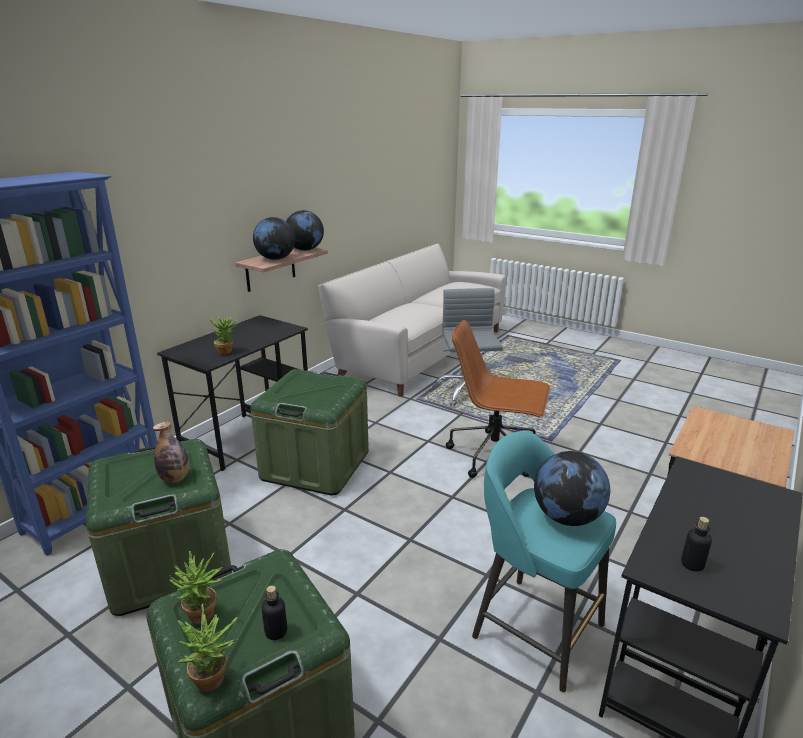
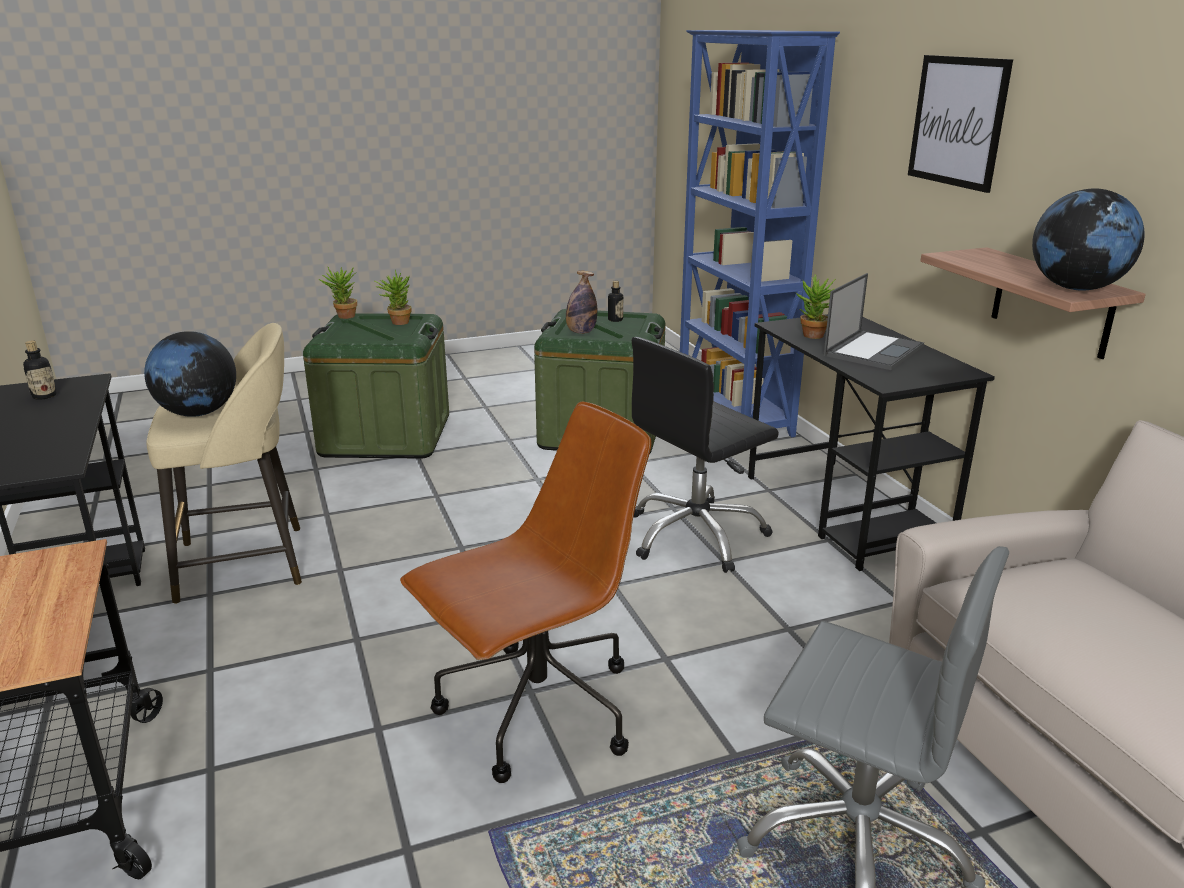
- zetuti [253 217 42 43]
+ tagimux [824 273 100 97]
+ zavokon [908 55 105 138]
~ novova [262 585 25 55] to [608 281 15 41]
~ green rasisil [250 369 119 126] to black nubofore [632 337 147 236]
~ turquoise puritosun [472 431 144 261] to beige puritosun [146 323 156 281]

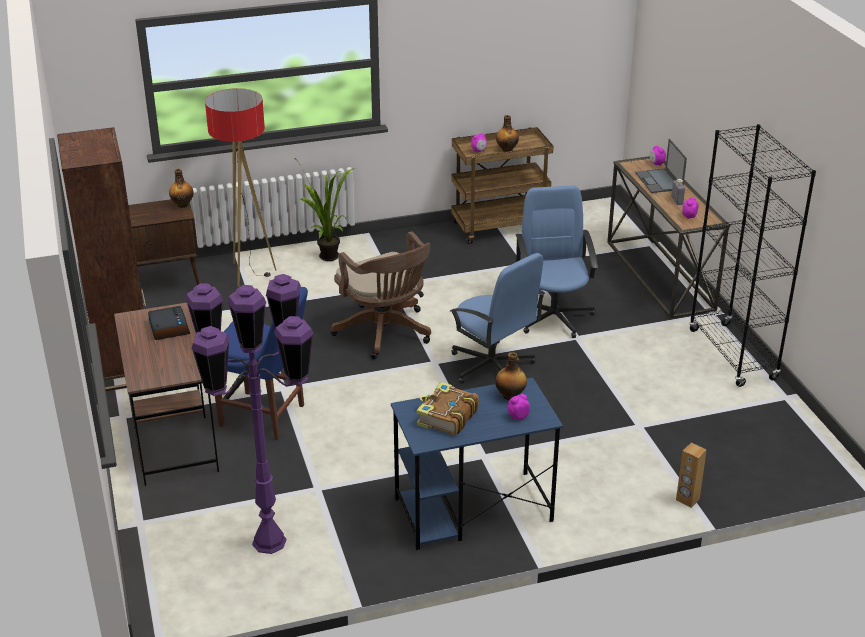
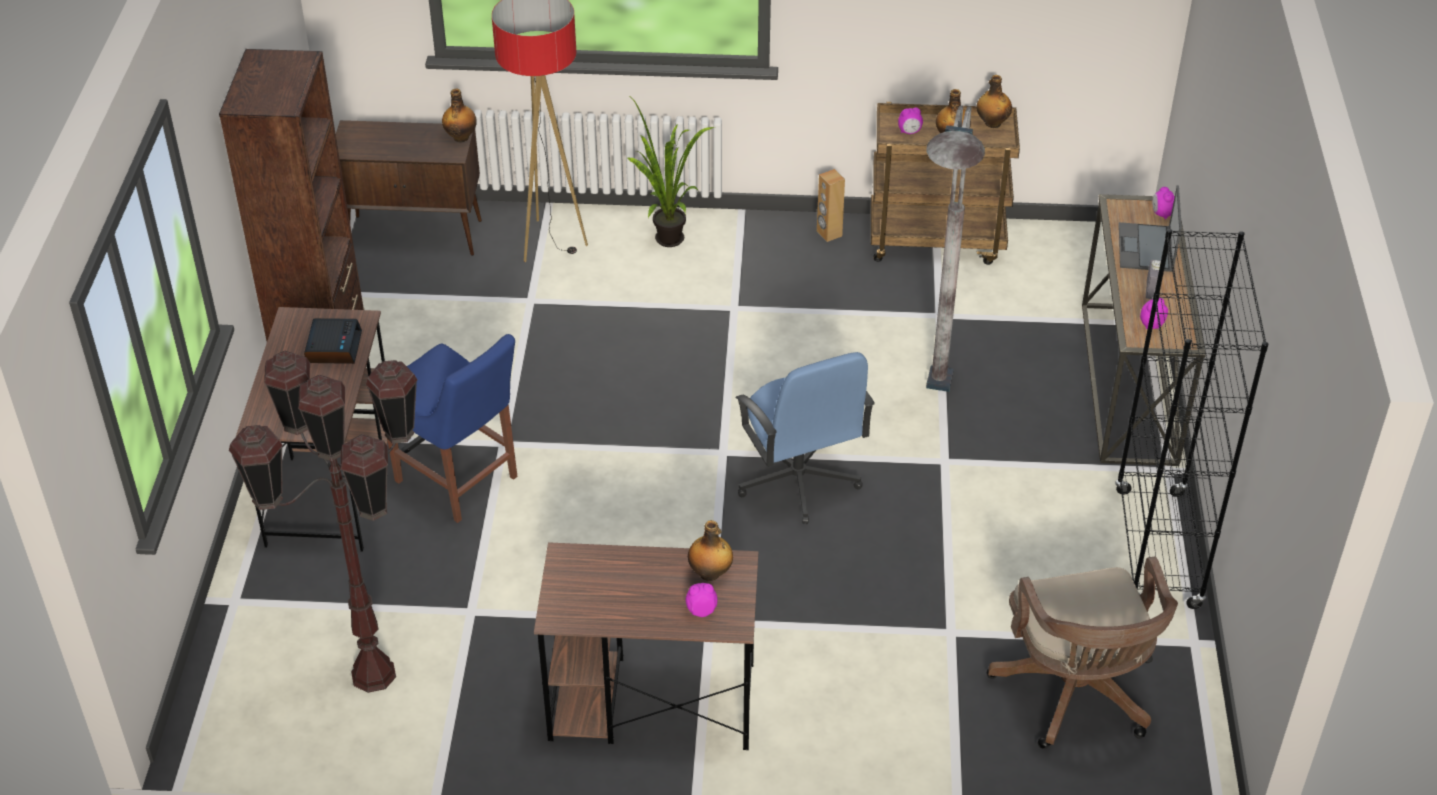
- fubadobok [417 382 62 54]
+ novova [976 75 36 53]
~ brown nubofore [331 231 100 128] to [987 556 191 193]
~ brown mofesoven [676 442 31 66] to [817 169 28 73]
~ blue nubofore [516 185 82 153] to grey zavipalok [926 105 59 287]
~ purple zavipalok [185 274 129 280] to brown zavipalok [229 351 188 342]
~ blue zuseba [391 377 172 173] to brown zuseba [534 542 225 208]

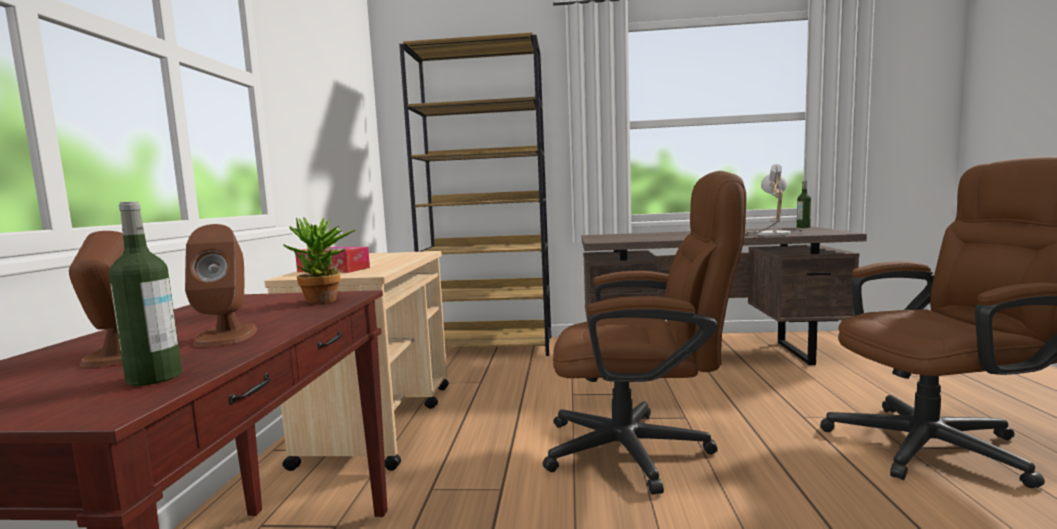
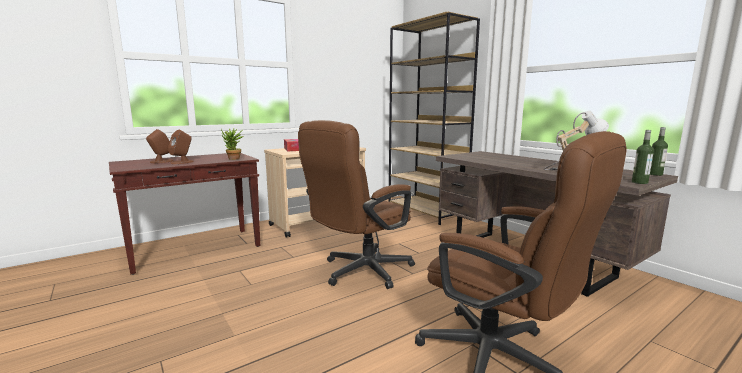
~ novova [109 202 73 184] to [632 130 22 54]
~ brown nubofore [543 171 203 324] = [298 120 117 169] 75 degrees clockwise

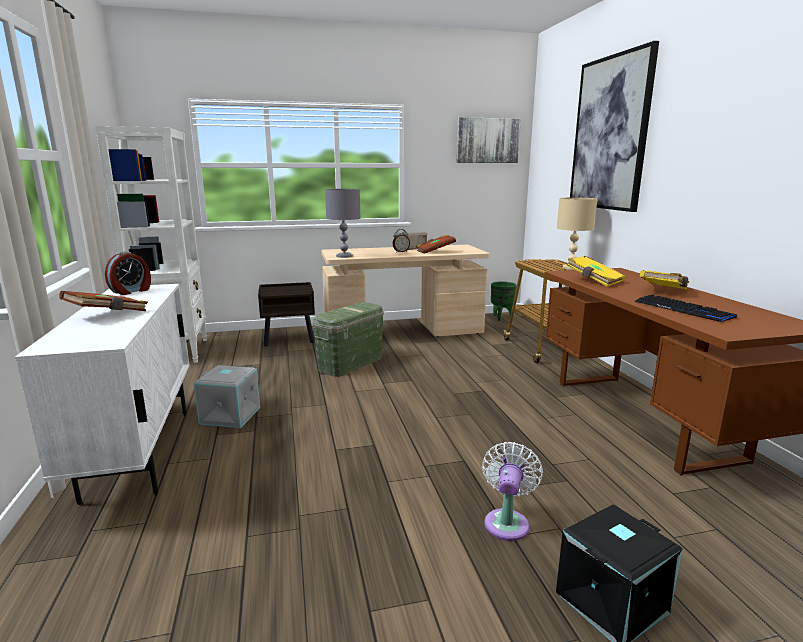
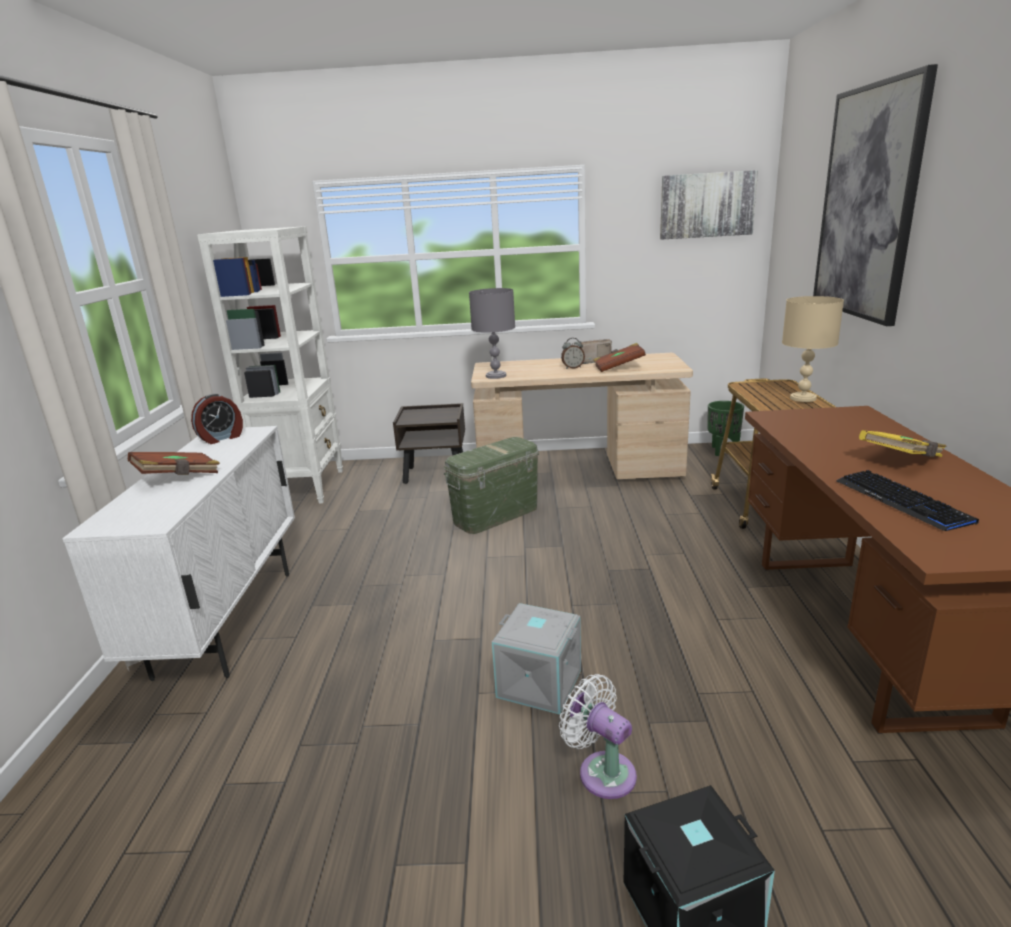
- yellow fubadobok [566 256 59 31]
~ grey rasisil [194 365 66 63] to [492 603 89 112]
~ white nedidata [482 442 61 99] = [559 674 78 125] 75 degrees counterclockwise

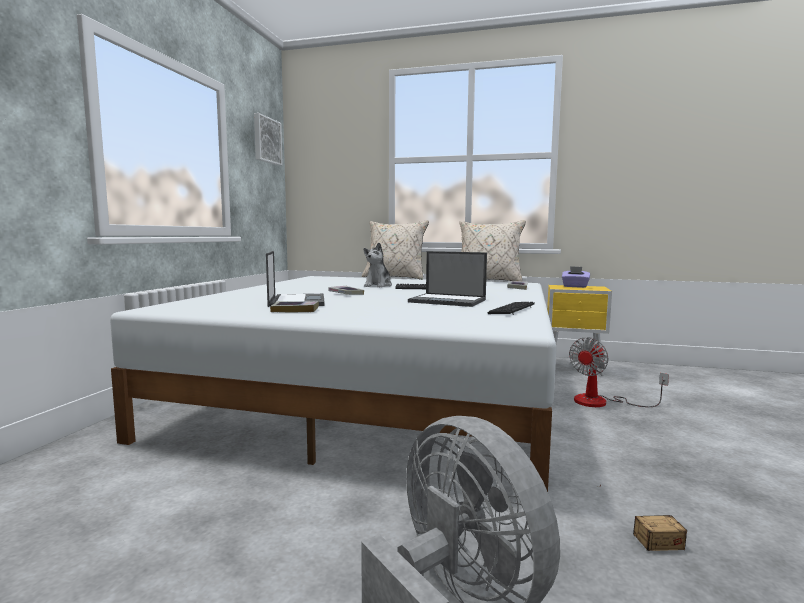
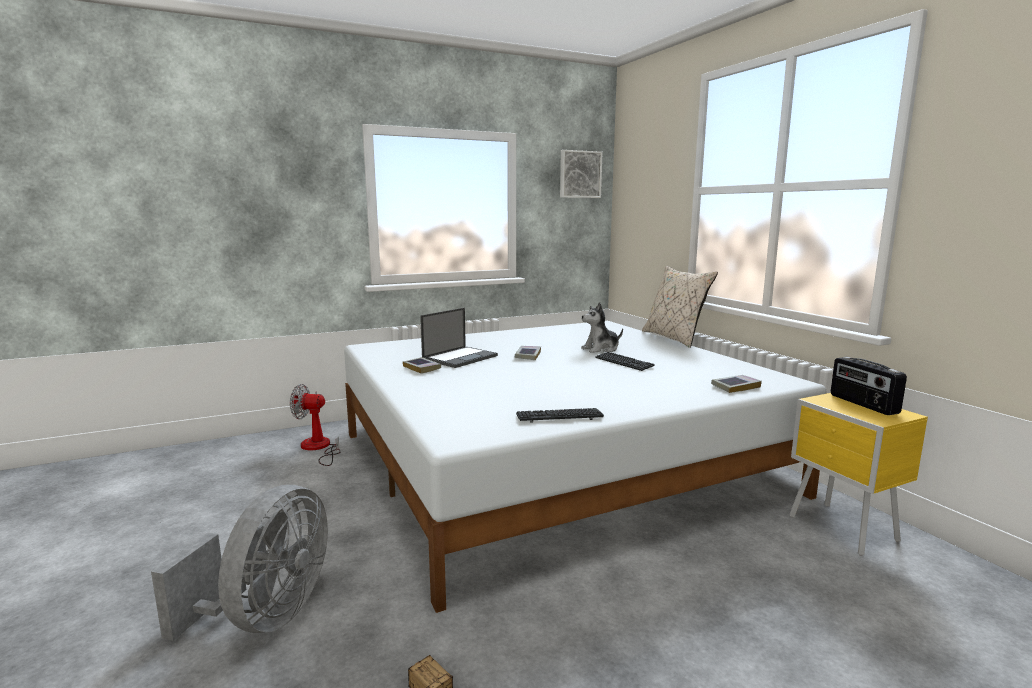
- tagimux [408 251 79 56]
- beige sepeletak [459 220 67 61]
~ nedidata [569 337 100 70] to [290 384 51 82]
~ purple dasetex [562 266 28 22] to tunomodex [831 357 76 58]

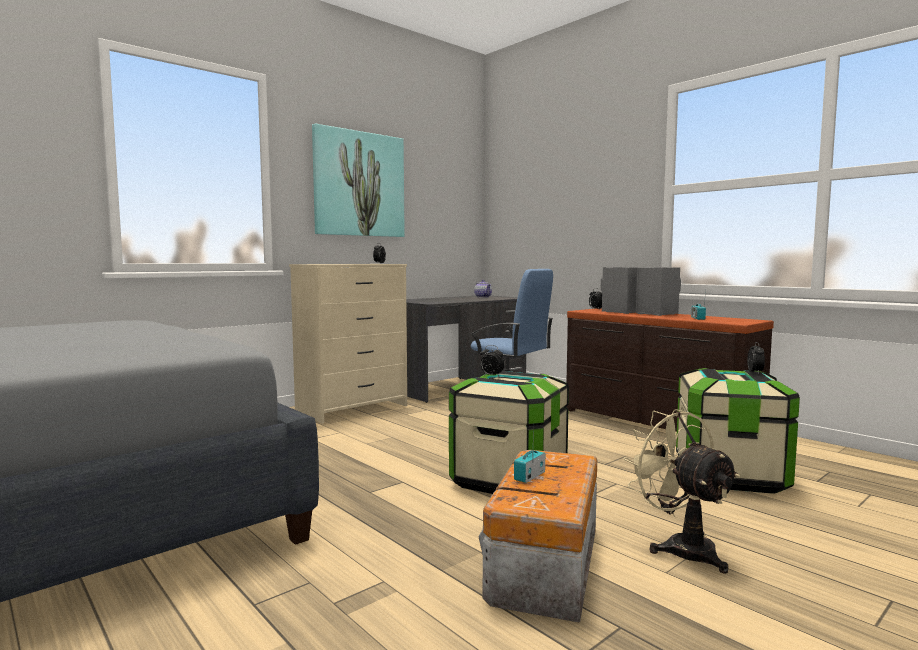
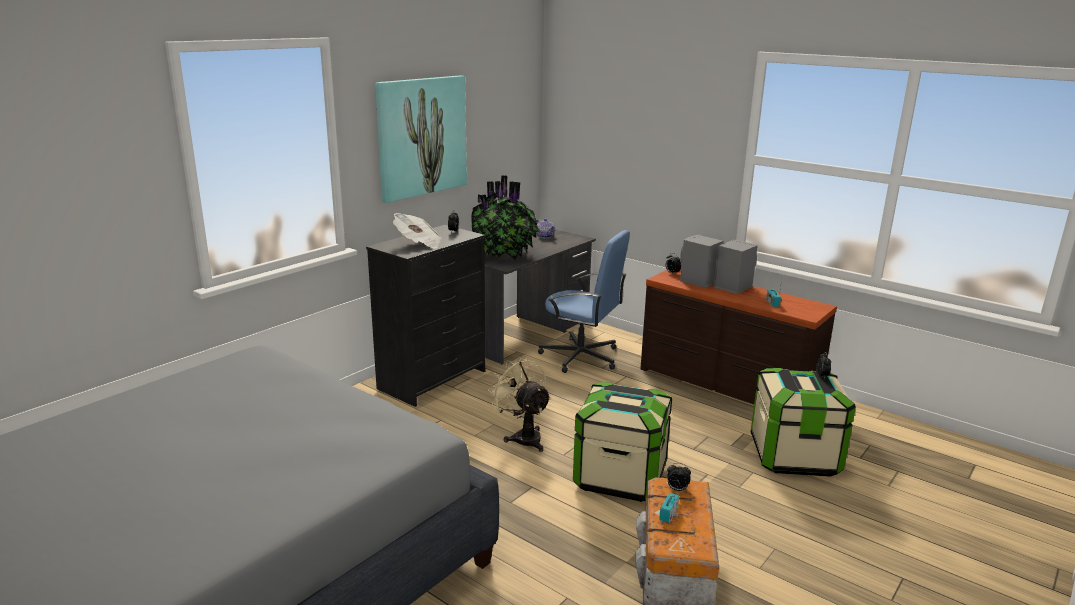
+ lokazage [393 213 49 36]
+ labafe [471 175 71 84]
~ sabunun [480 345 25 32] to [667 463 24 29]
~ beige nedidata [623 409 117 165] to [488 356 63 96]
~ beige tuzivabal [289 264 118 159] to black tuzivabal [366 225 119 182]

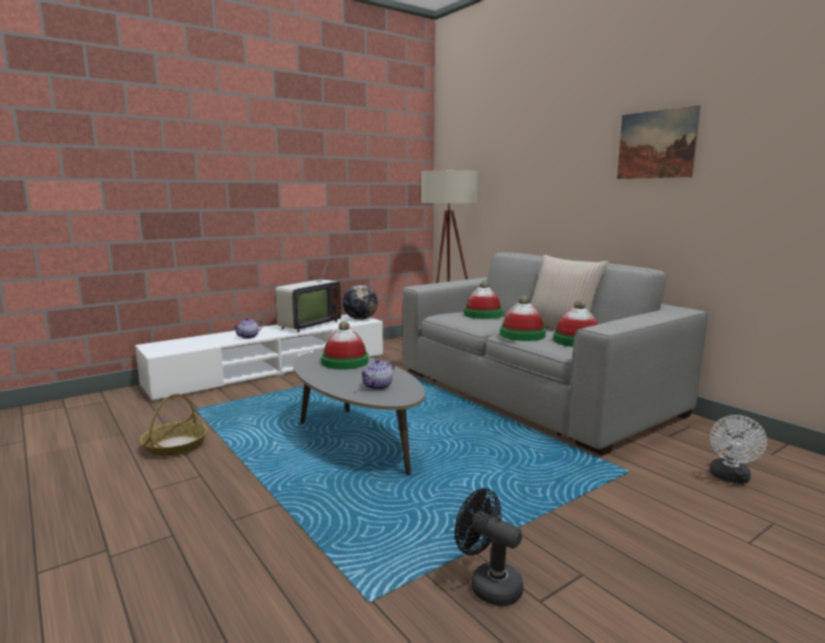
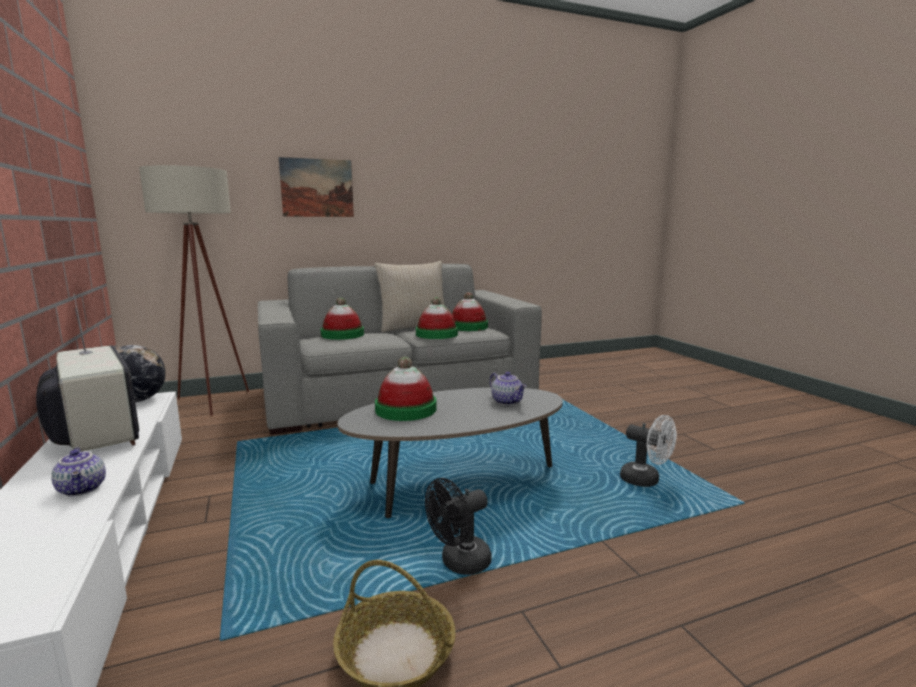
~ black nedidata [455 488 69 118] to [425 478 66 97]
~ zavokon [617 105 84 74] to [279 157 75 60]
~ white nedidata [709 415 58 68] to [620 415 57 72]

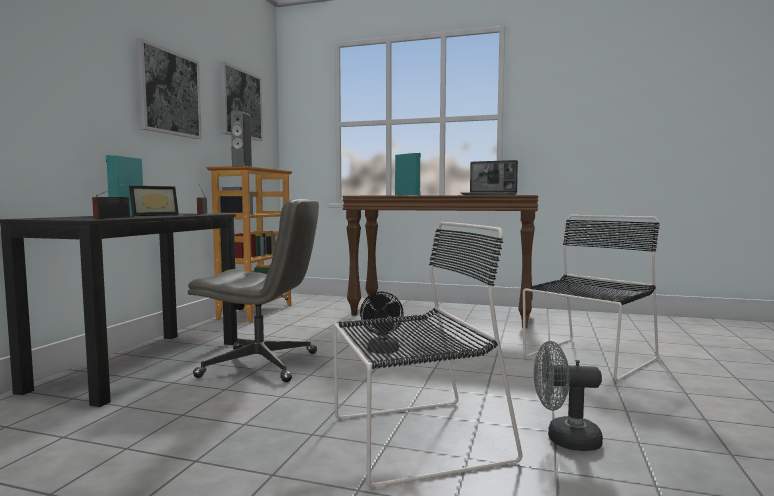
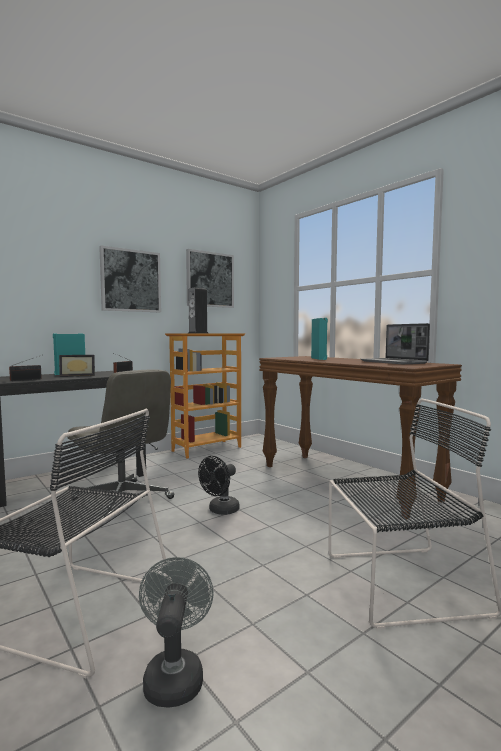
~ grey nedidata [534 341 69 110] = [139 557 75 151] 45 degrees clockwise

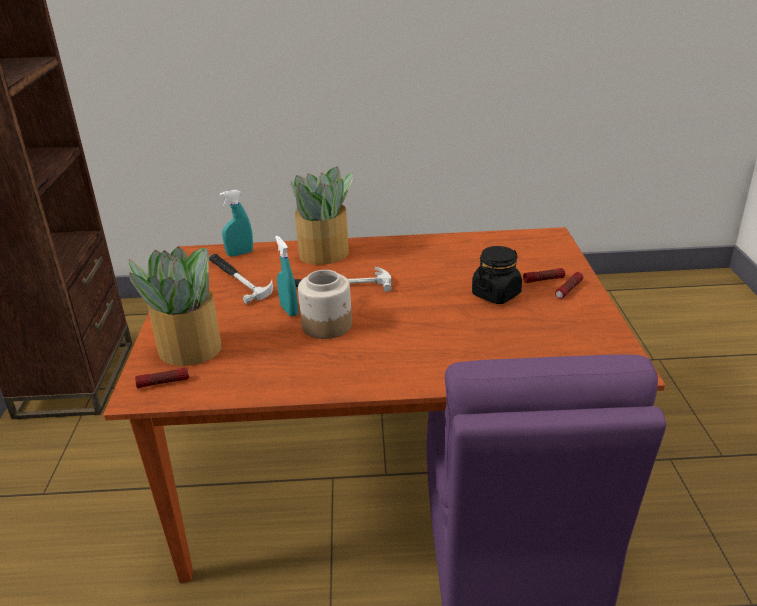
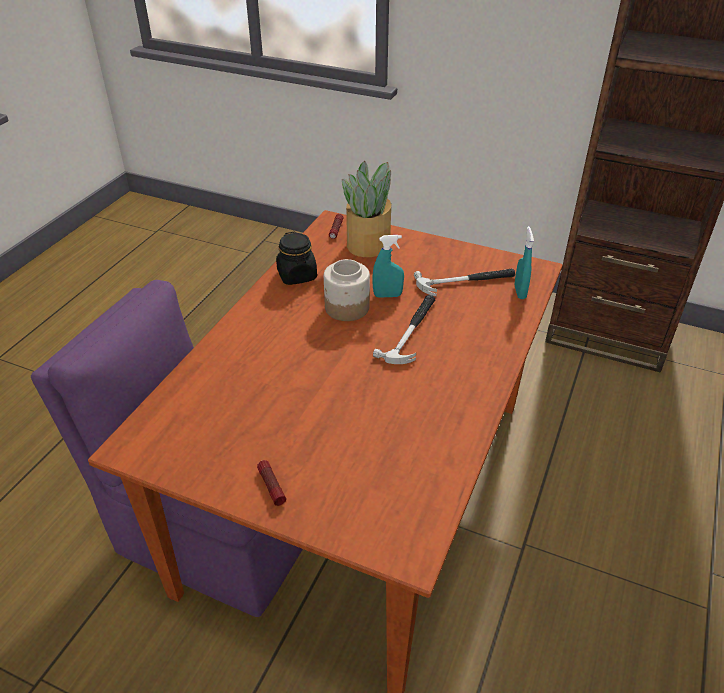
- labafe [290 167 63 98]
- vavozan [523 268 42 15]
~ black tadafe [472 246 50 58] to [276 232 41 53]

